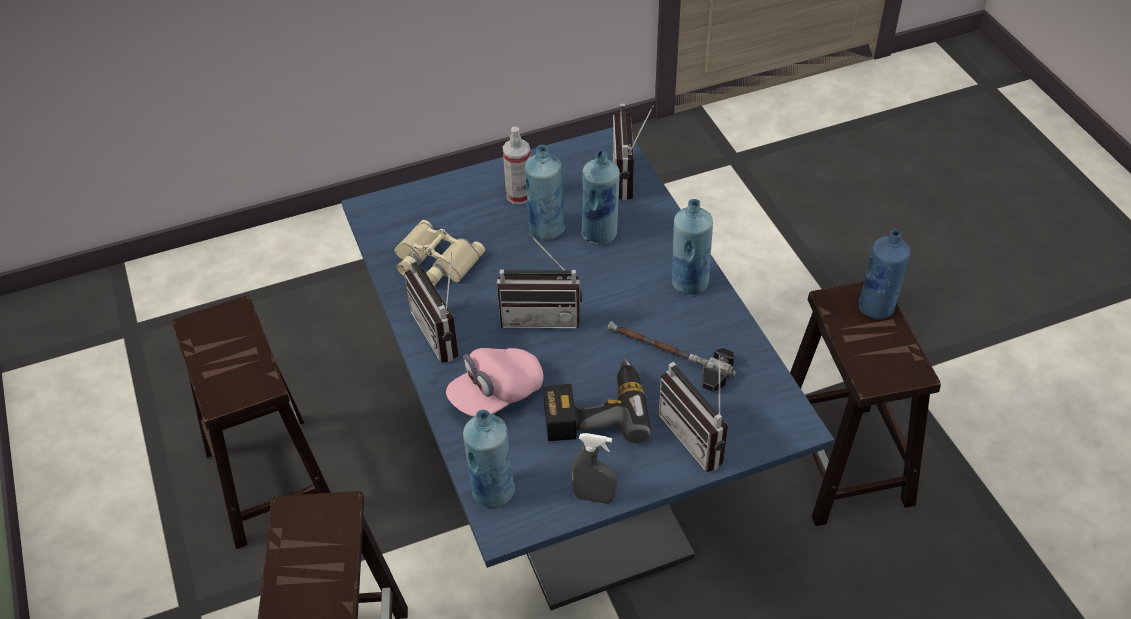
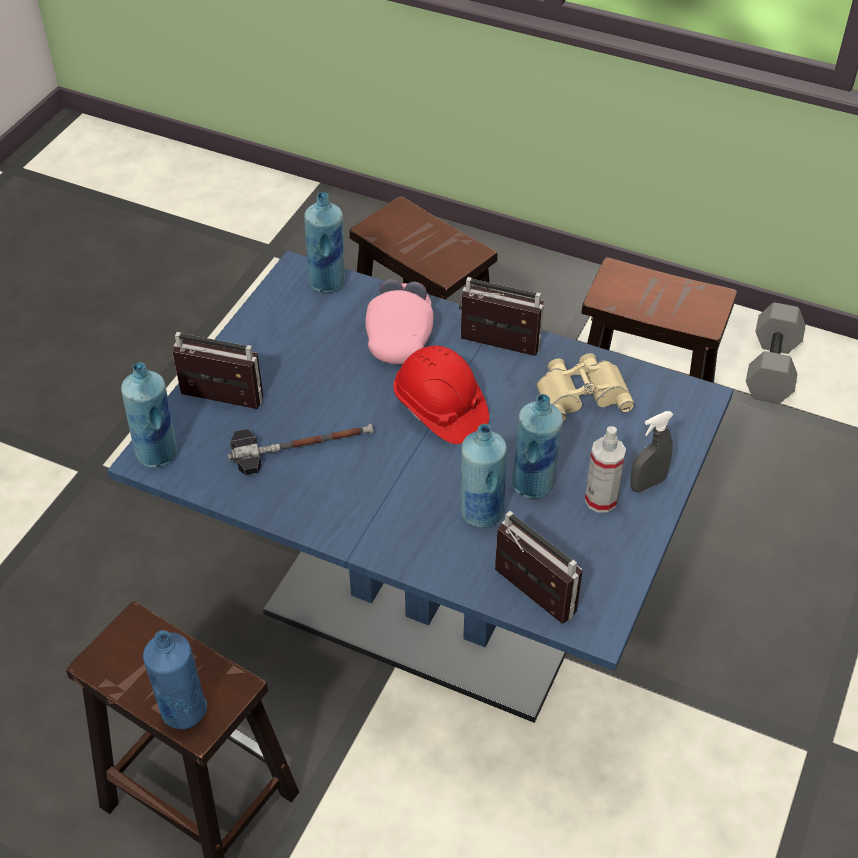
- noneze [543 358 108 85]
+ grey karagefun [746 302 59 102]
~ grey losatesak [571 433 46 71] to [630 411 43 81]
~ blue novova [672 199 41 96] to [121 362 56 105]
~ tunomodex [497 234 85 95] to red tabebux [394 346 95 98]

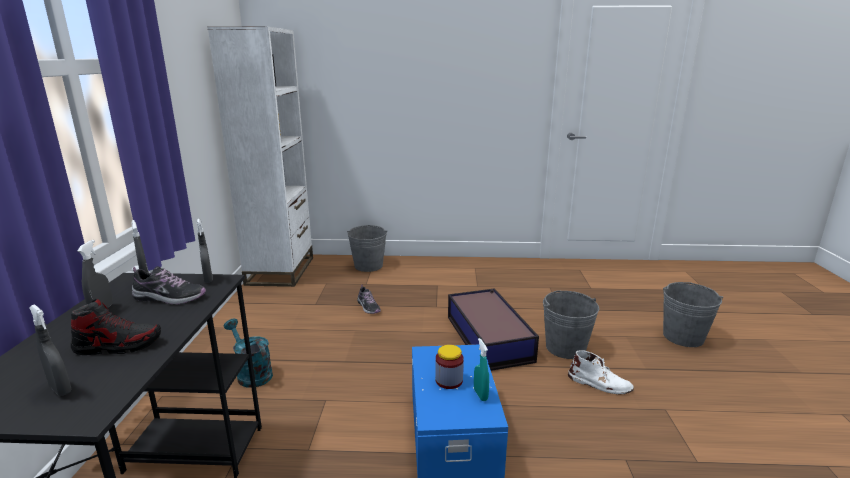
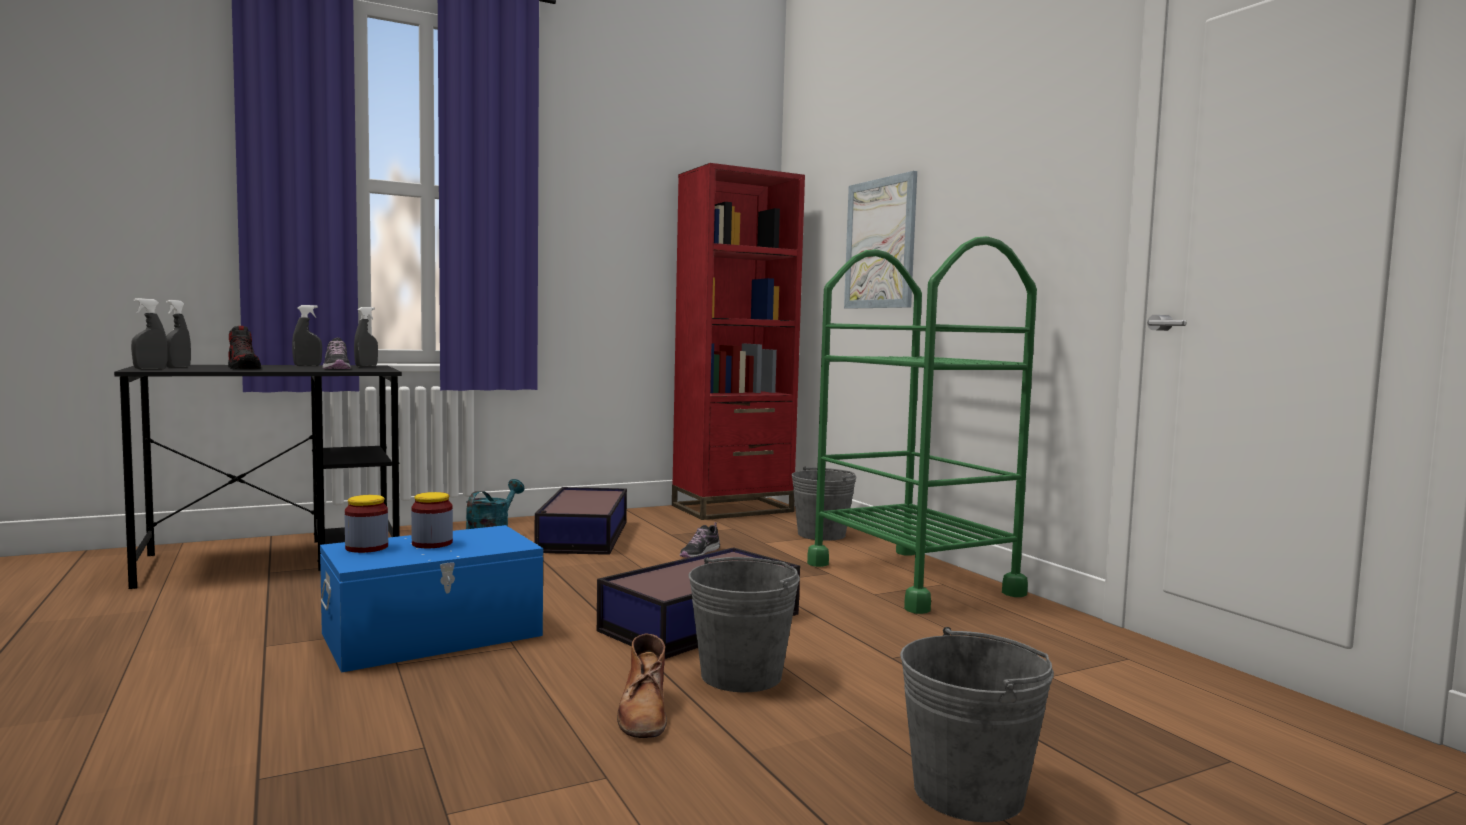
- turquoise losatesak [474 338 15 63]
+ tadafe [345 495 43 58]
+ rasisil [535 487 92 68]
+ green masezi [807 236 230 378]
+ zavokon [844 171 73 138]
~ grey losatesak [197 219 16 64] to [131 298 37 72]
~ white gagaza [207 26 106 261] to red gagaza [672 163 133 357]
~ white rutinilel [568 350 66 44] to brown rutinilel [617 634 50 104]

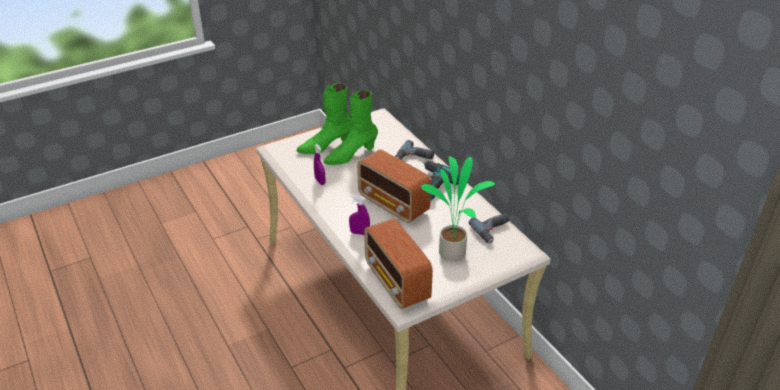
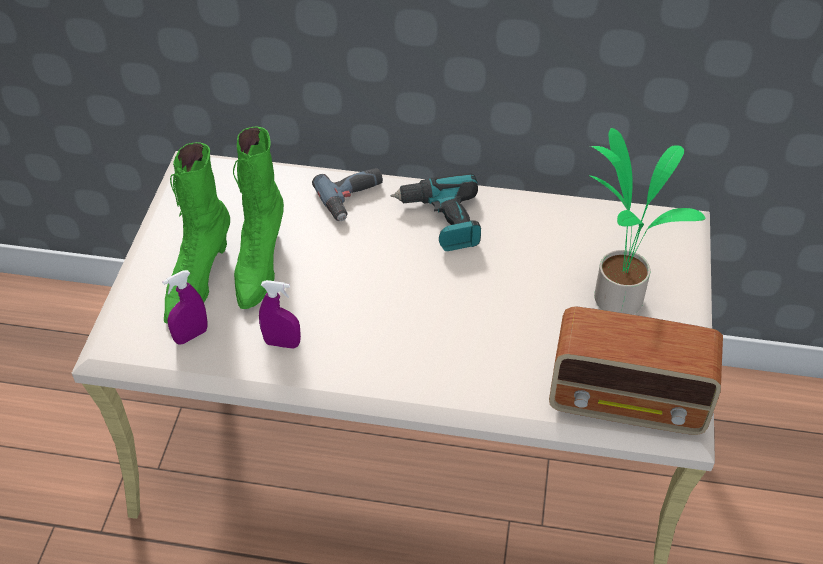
- tunomodex [357 149 74 74]
- noneze [469 214 40 29]
~ purple losatesak [349 195 21 40] to [162 270 45 74]

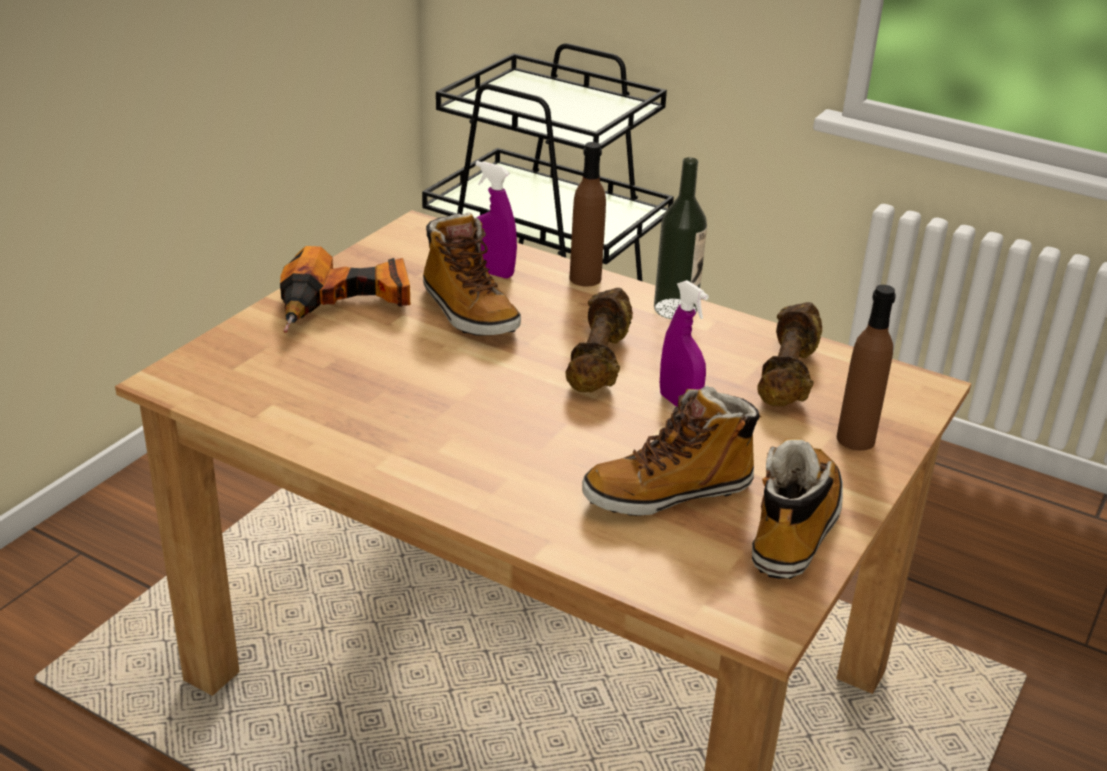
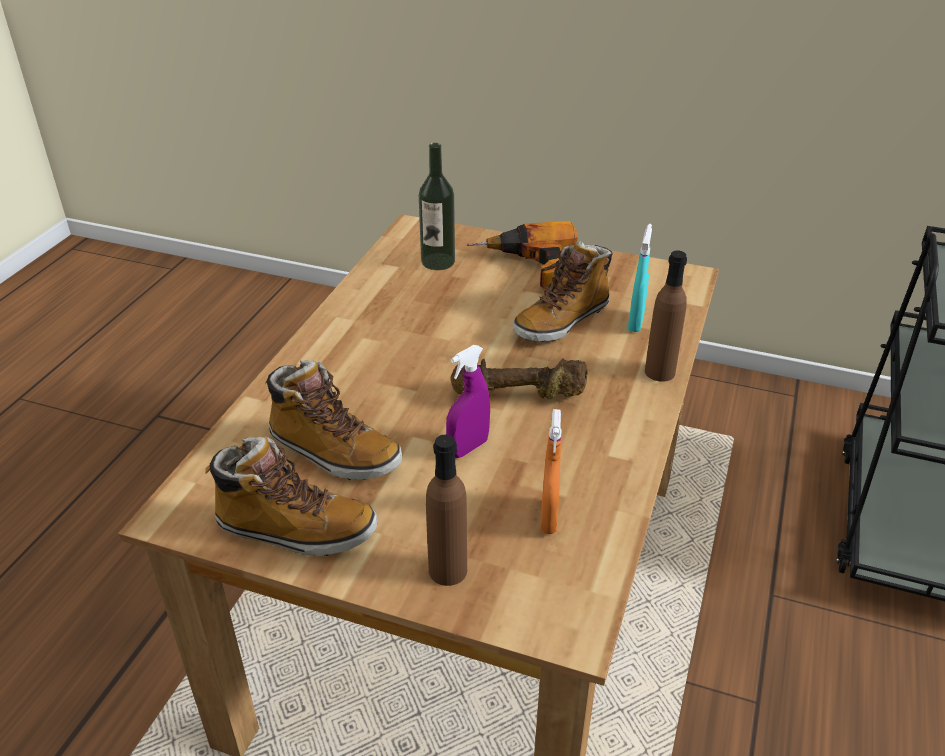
~ novova [654 157 53 162] to [419 143 36 127]
~ brown karagefun [757 302 65 105] to orange losatesak [540 409 21 125]
~ purple losatesak [475 161 42 117] to turquoise losatesak [628 224 24 108]
~ rutinilel [582 386 181 130] = [265 360 137 120] 150 degrees clockwise

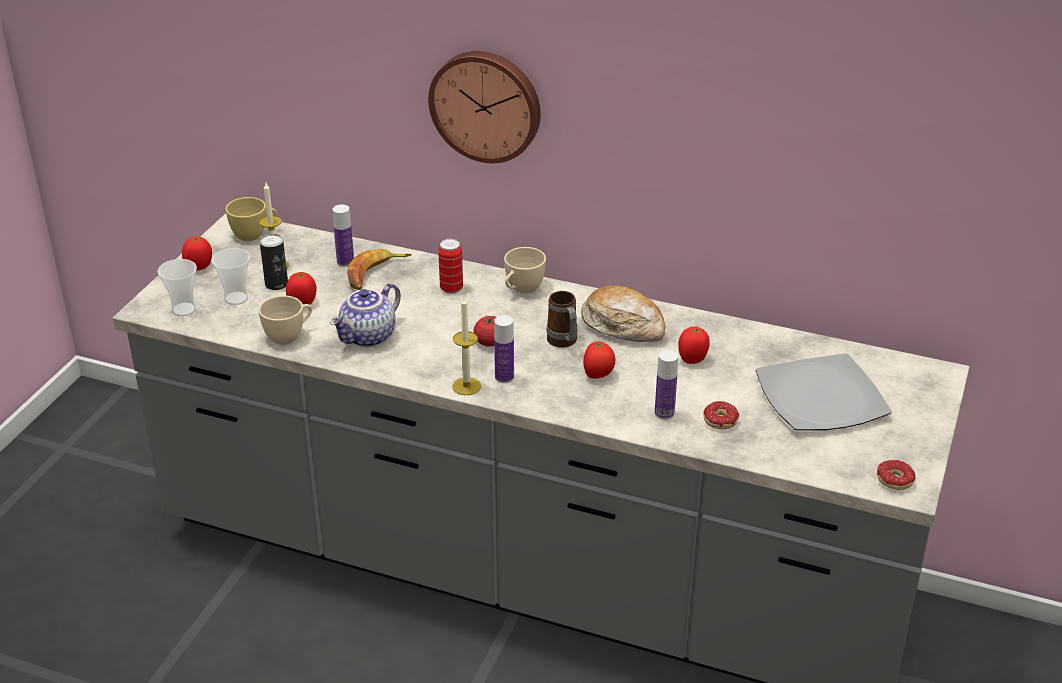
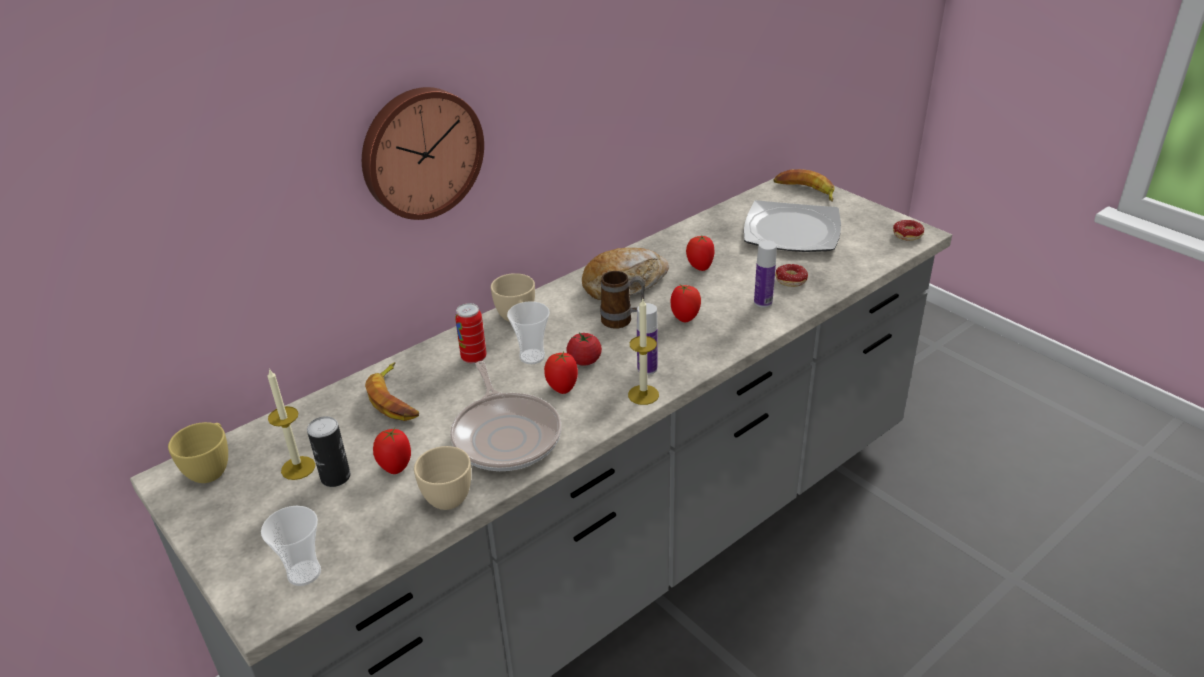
- novova [333 205 21 62]
+ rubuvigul [773 169 61 33]
~ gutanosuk [182 236 30 35] to [544 352 34 42]
~ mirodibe [211 248 39 57] to [507 301 43 63]
~ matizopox [330 283 71 64] to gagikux [450 361 111 110]

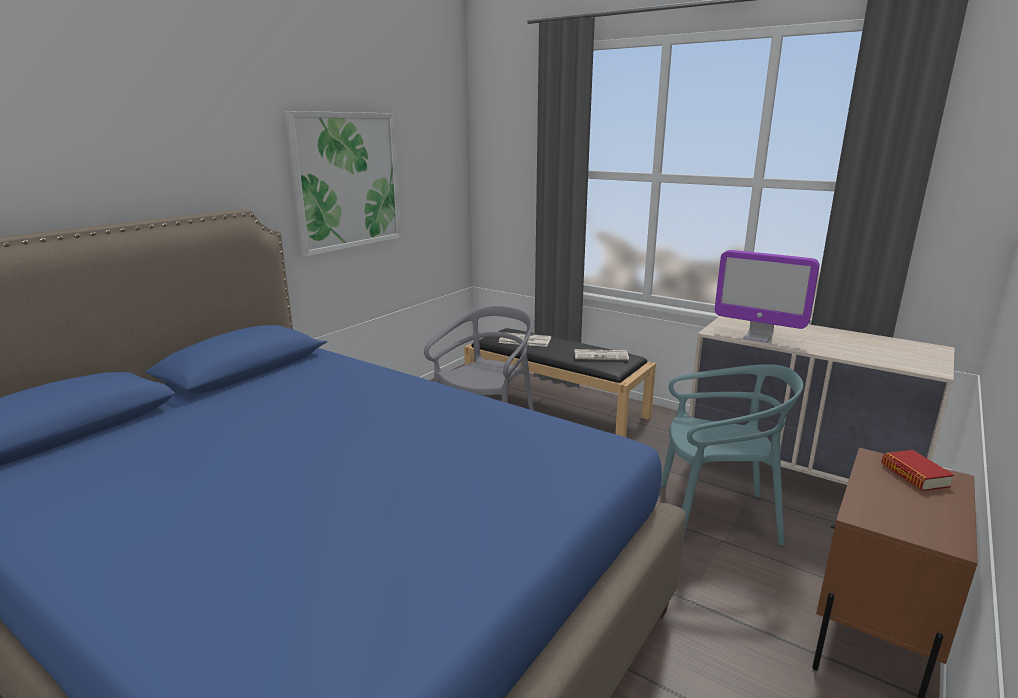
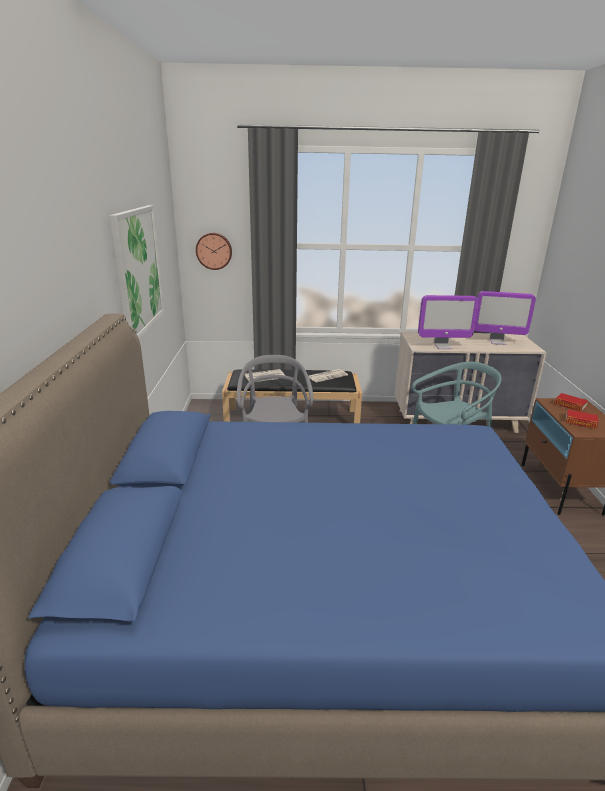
+ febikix [196 233 36 37]
+ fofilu [474 291 62 54]
+ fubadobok [566 410 32 19]

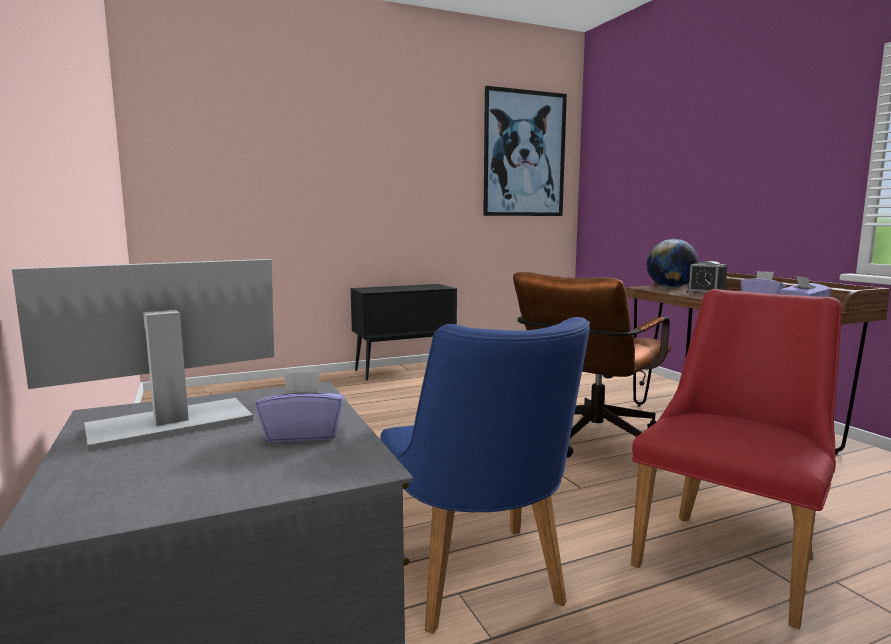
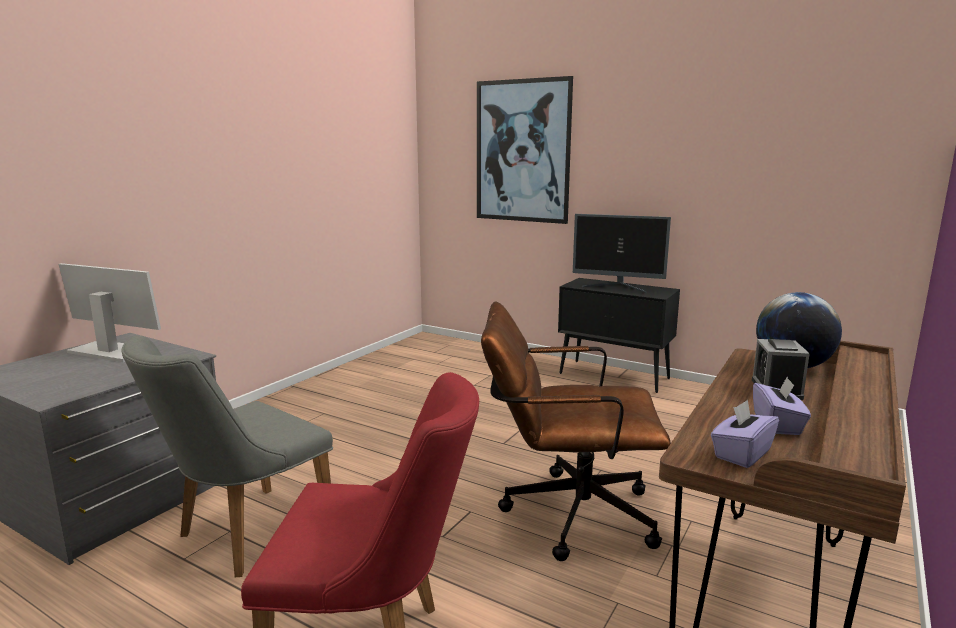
- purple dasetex [255 371 89 72]
+ fofilu [573 214 98 79]
~ zavokon [483 86 84 130] to [477 76 96 148]
~ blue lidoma [380 317 210 317] to grey lidoma [121 335 212 242]

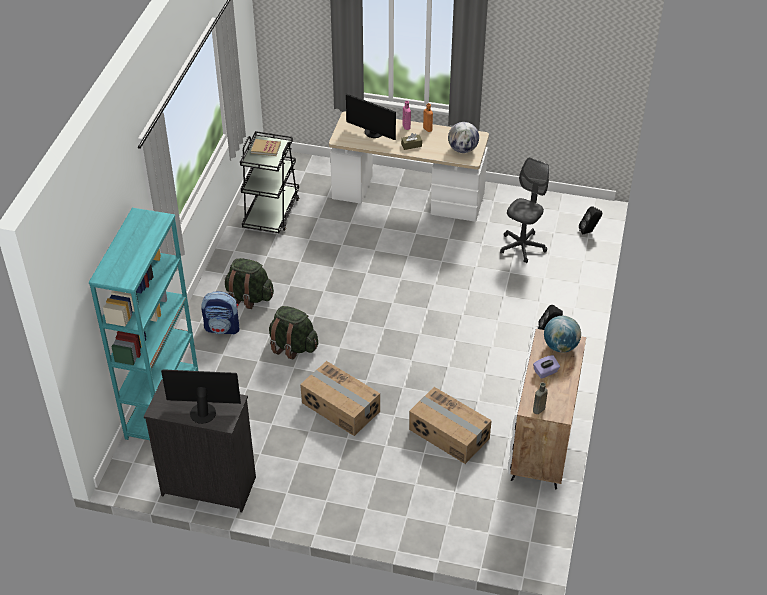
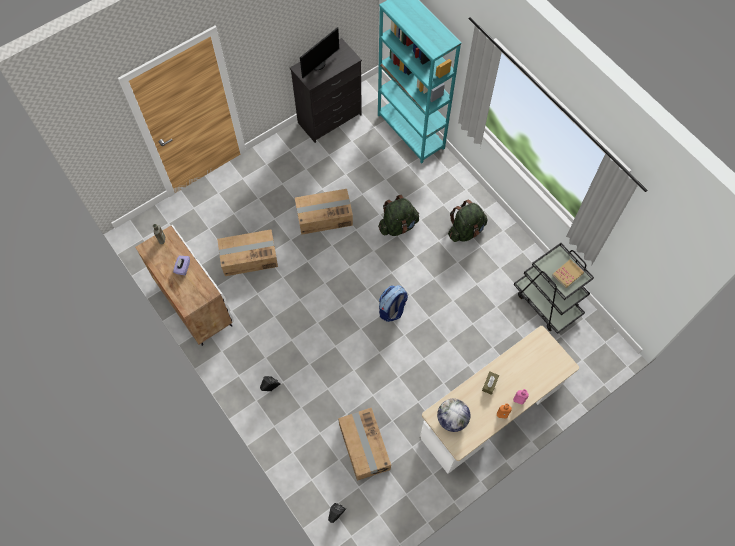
- fofilu [346 94 50 46]
- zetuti [544 316 37 37]
~ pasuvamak [201 291 38 43] to [379 285 29 37]
~ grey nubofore [500 157 49 106] to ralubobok [338 408 53 73]

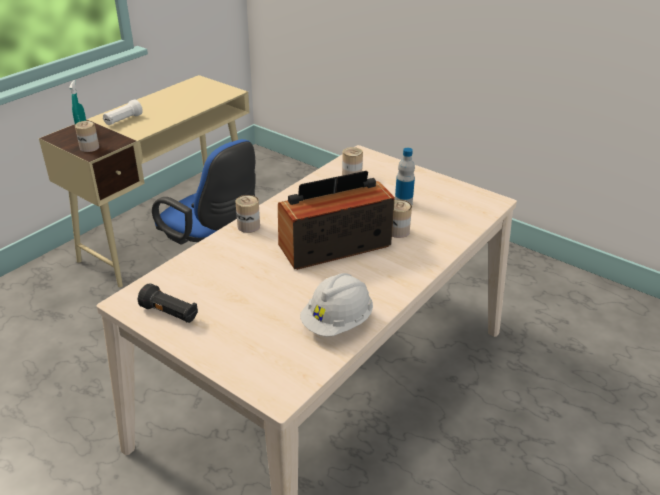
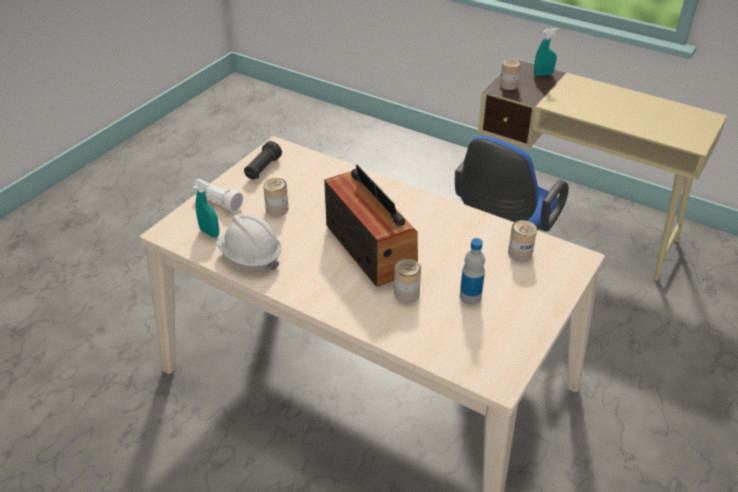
+ turquoise losatesak [194 178 25 60]
~ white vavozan [103 99 40 26] to [193 179 50 33]
~ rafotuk [235 195 25 38] to [263 178 26 38]

